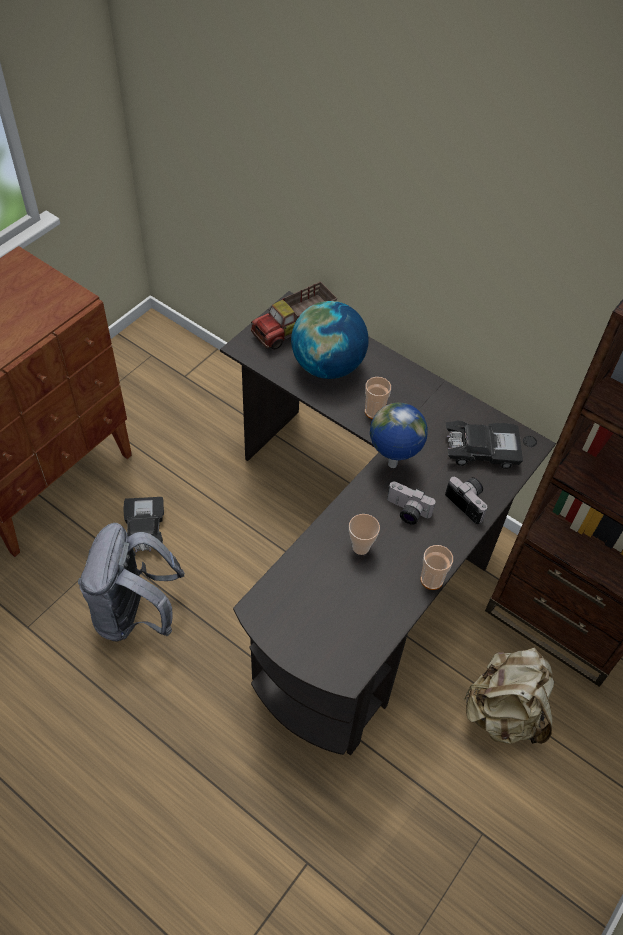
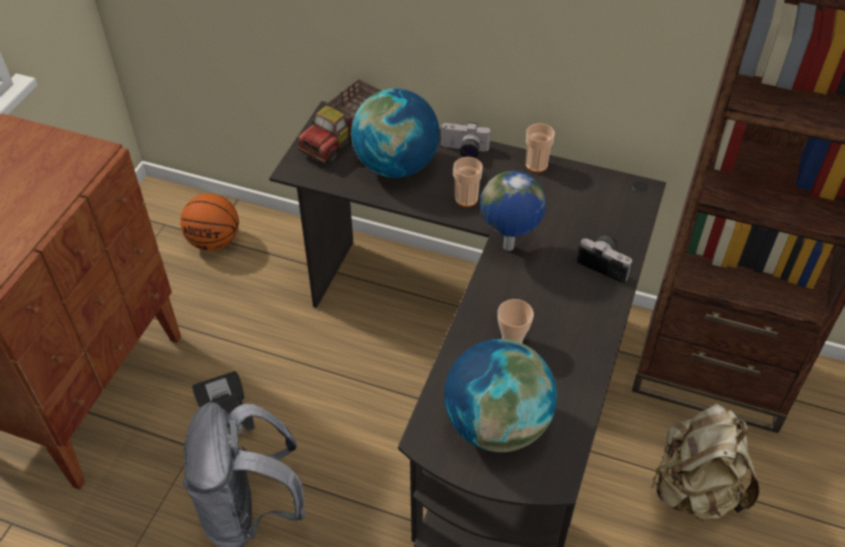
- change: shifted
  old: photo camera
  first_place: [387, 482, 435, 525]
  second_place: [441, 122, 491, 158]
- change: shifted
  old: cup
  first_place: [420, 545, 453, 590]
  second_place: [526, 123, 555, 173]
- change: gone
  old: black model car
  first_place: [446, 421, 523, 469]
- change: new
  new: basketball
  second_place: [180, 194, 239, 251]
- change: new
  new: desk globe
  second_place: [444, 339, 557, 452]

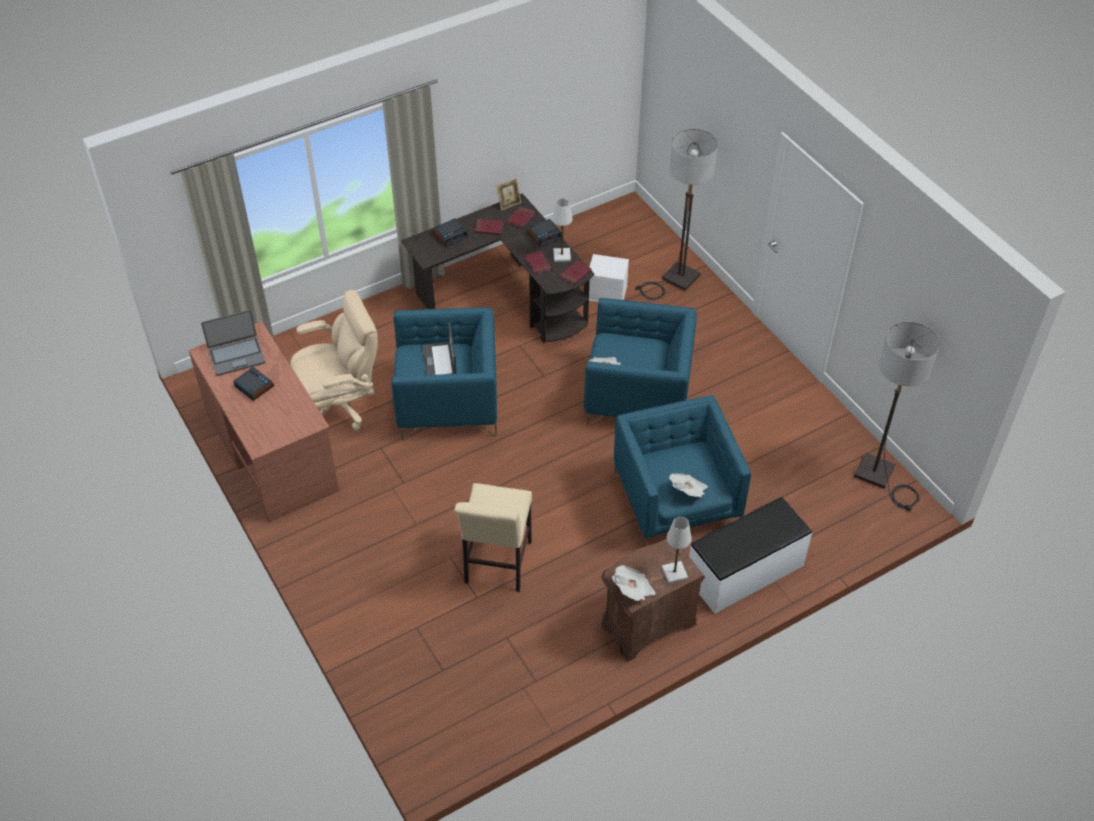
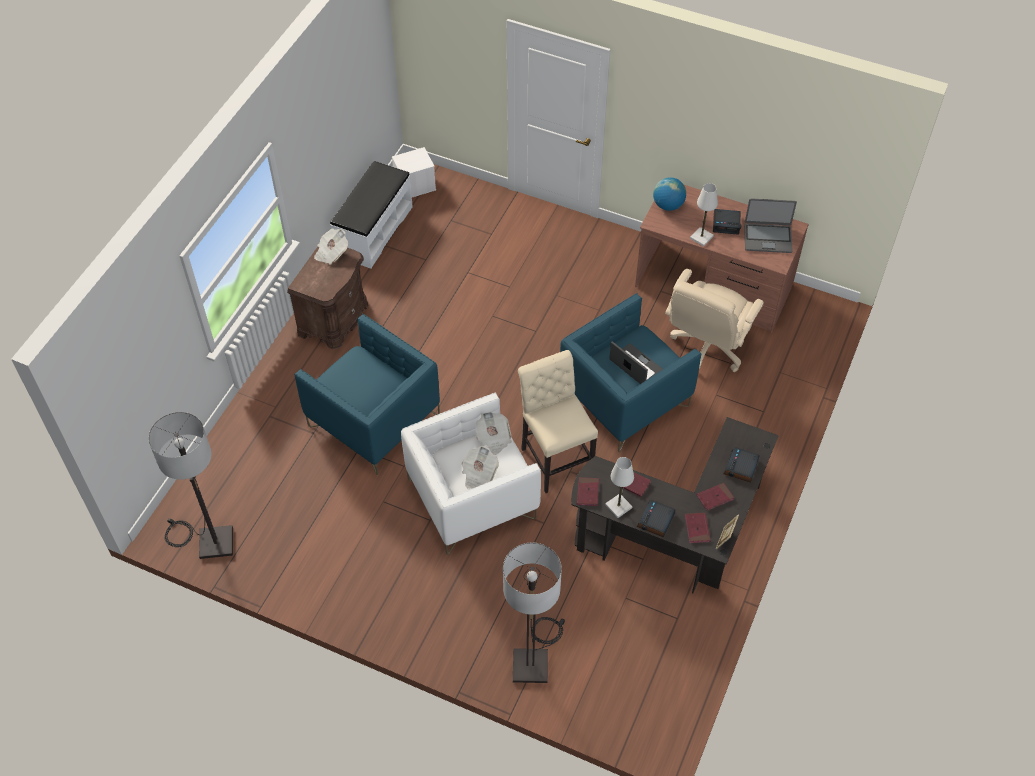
- change: rotated
  old: notebook computer
  first_place: [201, 310, 265, 376]
  second_place: [744, 198, 797, 253]
  degrees: -120
- change: shifted
  old: beige-coloured stool
  first_place: [455, 483, 532, 592]
  second_place: [518, 350, 598, 493]
- change: repainted
  old: bluish armchair
  new: white armchair
  first_place: [584, 298, 697, 426]
  second_place: [401, 393, 541, 555]
- change: shifted
  old: white storage box
  first_place: [589, 254, 629, 302]
  second_place: [392, 147, 436, 197]
- change: shifted
  old: white lamp for a table
  first_place: [662, 517, 692, 584]
  second_place: [690, 183, 718, 247]
- change: shifted
  old: daily paper
  first_place: [669, 473, 708, 497]
  second_place: [462, 446, 499, 489]
- change: shifted
  old: white indoor bench
  first_place: [689, 497, 812, 614]
  second_place: [330, 161, 413, 269]
- change: new
  new: desk globe
  second_place: [653, 177, 686, 211]

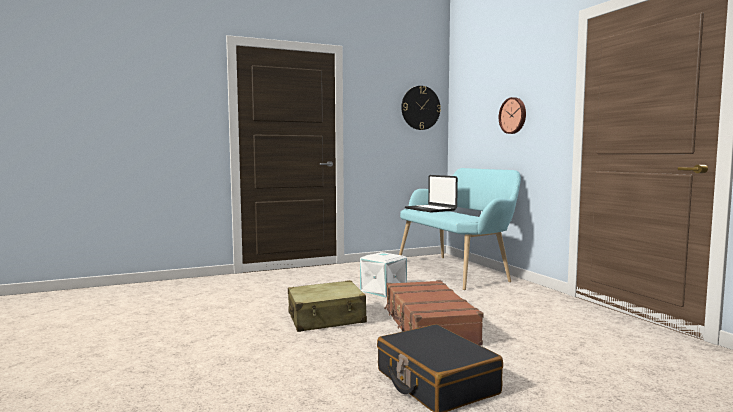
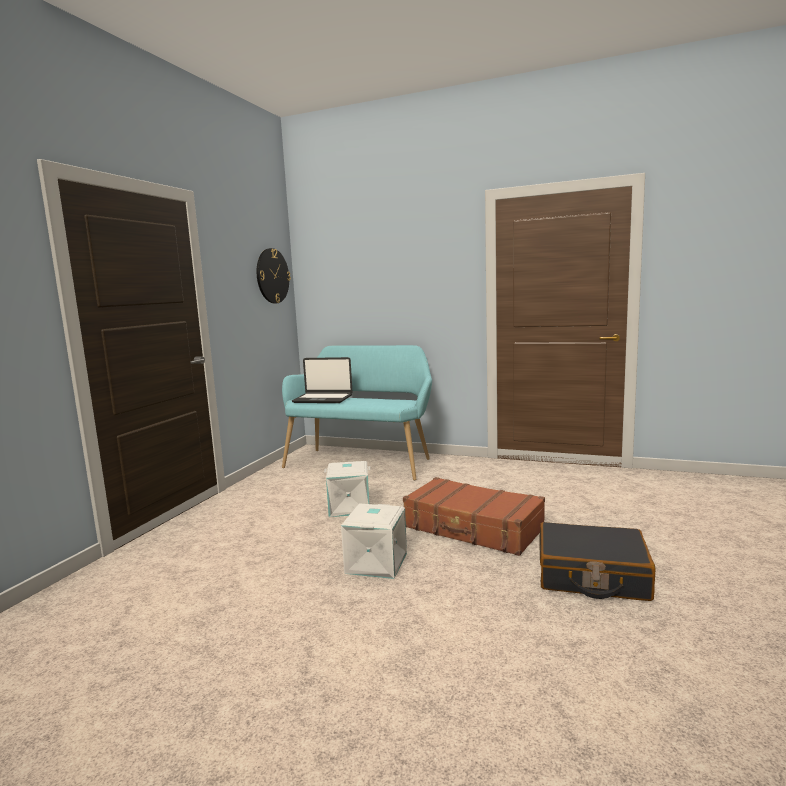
- change: swapped
  old: beige-coloured suitcase
  new: white storage box
  first_place: [288, 280, 367, 332]
  second_place: [341, 504, 407, 579]
- change: gone
  old: hanging clock
  first_place: [499, 97, 526, 134]

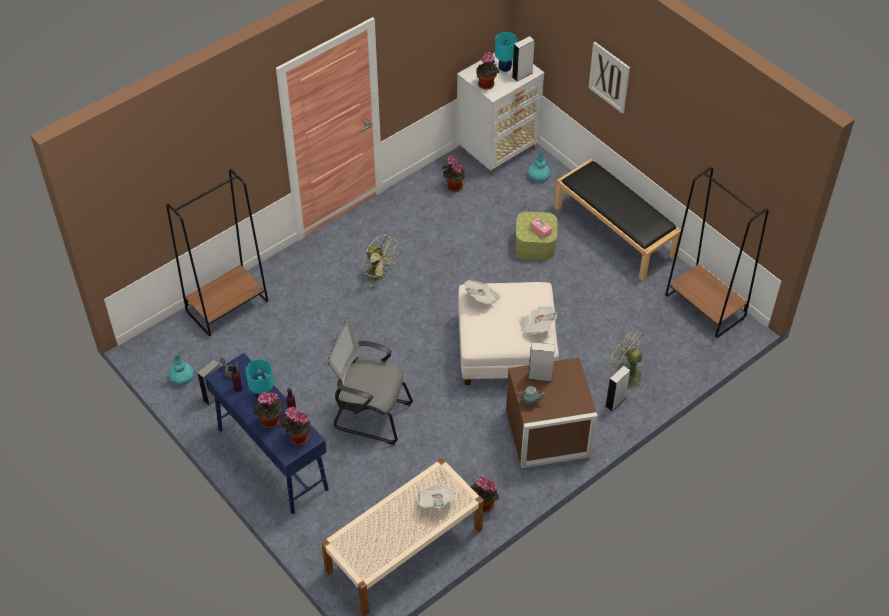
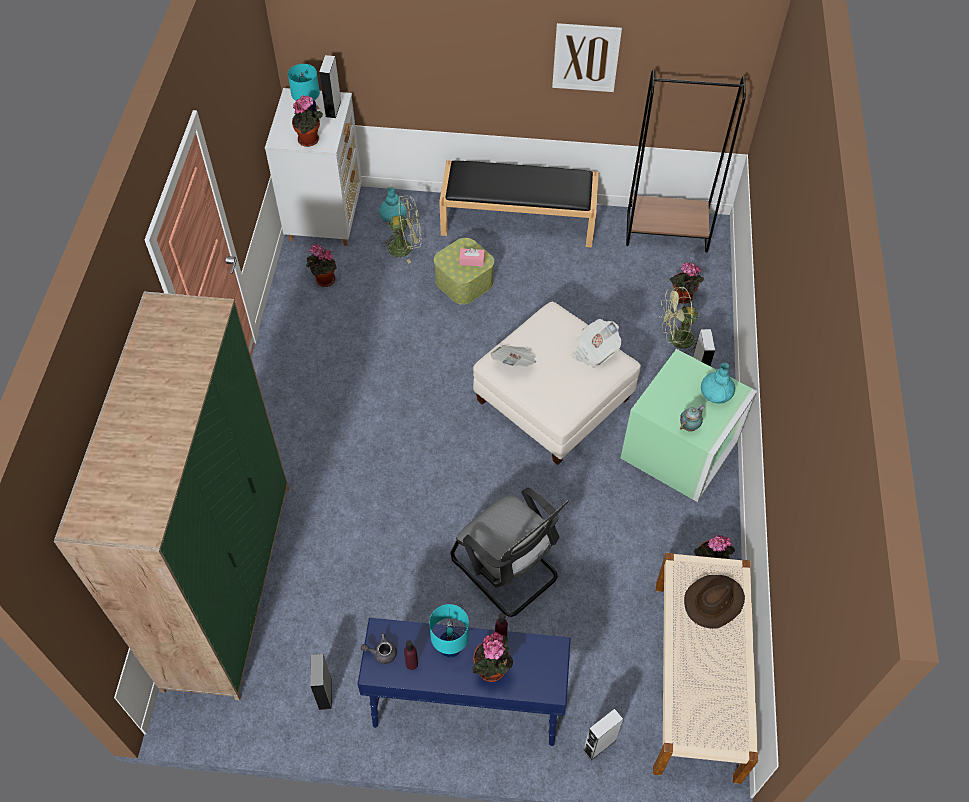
- change: swapped
  old: garment rack
  new: greenish wardrobe
  first_place: [166, 169, 268, 336]
  second_place: [54, 292, 289, 701]
- change: shifted
  old: turquoise flower vase
  first_place: [169, 355, 194, 385]
  second_place: [701, 363, 735, 404]
- change: shifted
  old: plant in a pot
  first_place: [281, 406, 310, 446]
  second_place: [669, 262, 704, 304]
- change: rotated
  old: plain chair
  first_place: [328, 317, 413, 445]
  second_place: [450, 487, 569, 617]
  degrees: -105
- change: shifted
  old: greenish fan
  first_place: [363, 234, 400, 287]
  second_place: [381, 195, 421, 263]
- change: swapped
  old: daily paper
  new: brownish hat
  first_place: [417, 483, 456, 508]
  second_place: [684, 575, 745, 629]
- change: repainted
  old: brownish storage box
  new: greenish storage box
  first_place: [506, 357, 598, 468]
  second_place: [621, 349, 757, 502]
- change: shifted
  old: gray loudspeaker
  first_place: [528, 342, 555, 382]
  second_place: [583, 708, 623, 760]
- change: shifted
  old: picture
  first_place: [589, 42, 630, 114]
  second_place: [552, 23, 622, 92]

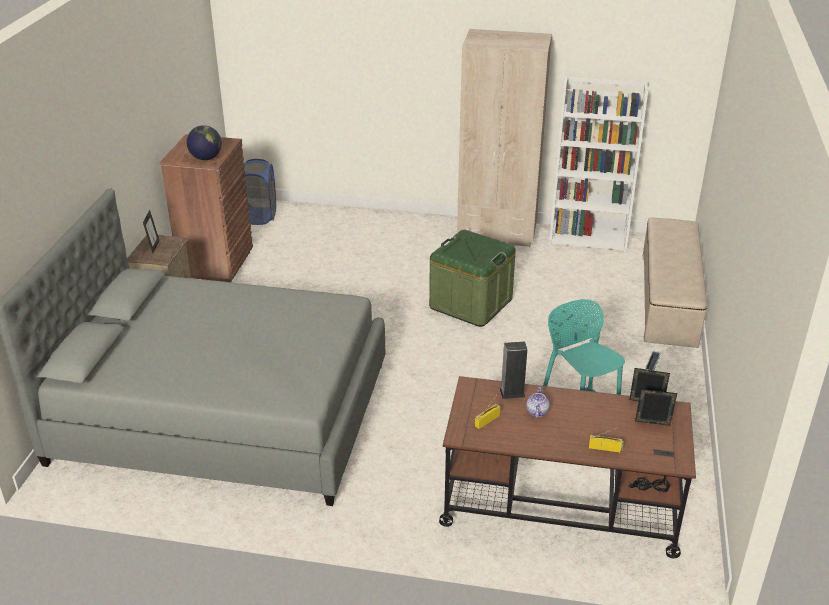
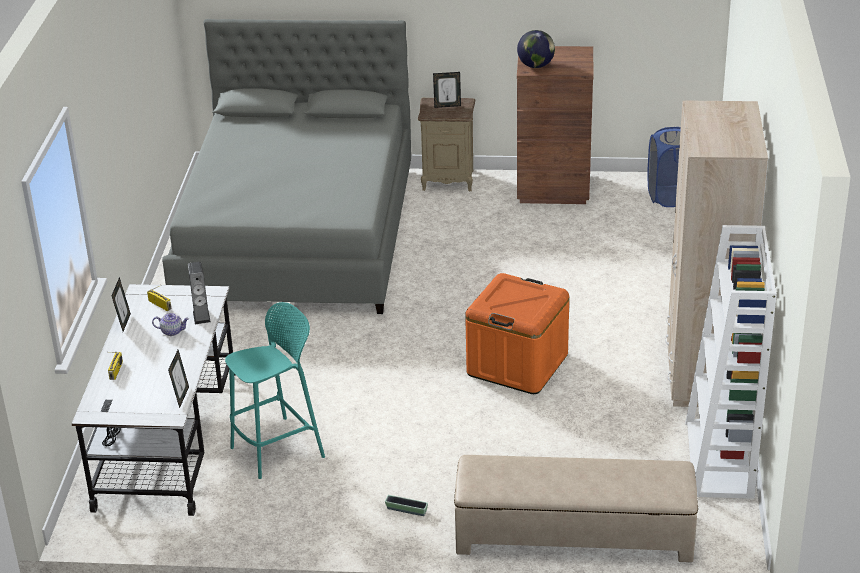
- change: repainted
  old: greenish storage box
  new: orange-coloured storage box
  first_place: [429, 230, 516, 327]
  second_place: [465, 273, 569, 394]
- change: repainted
  old: brownish desk table
  new: white desk table
  first_place: [439, 376, 696, 558]
  second_place: [72, 284, 236, 516]
- change: shifted
  old: photo frame
  first_place: [635, 389, 677, 426]
  second_place: [111, 277, 131, 332]

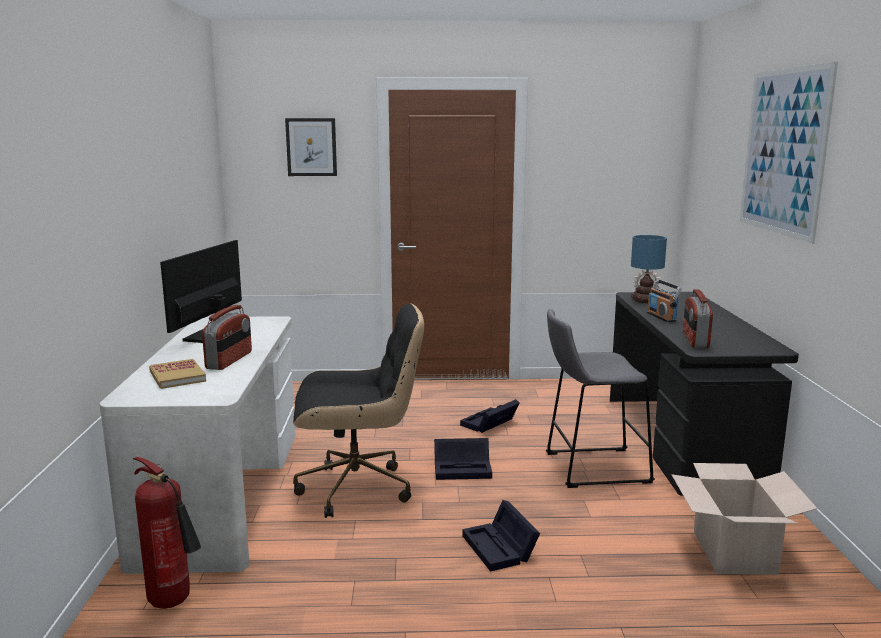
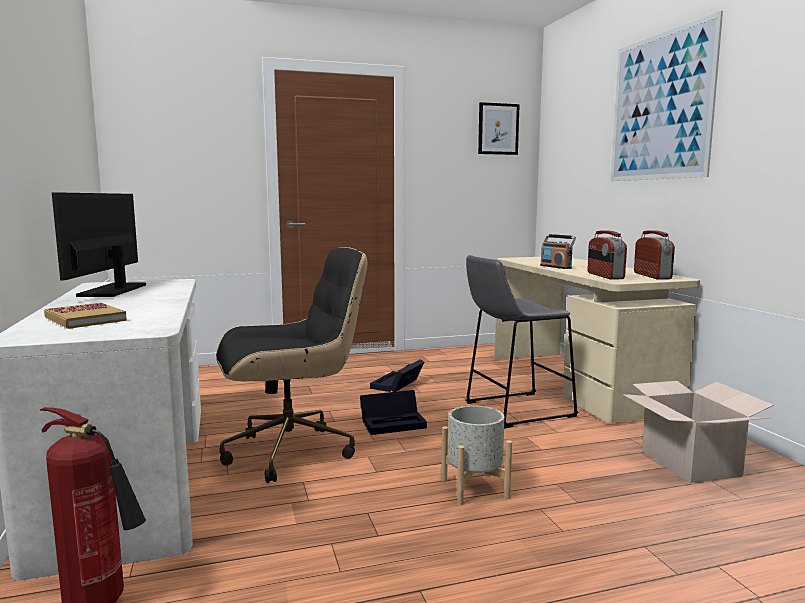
- change: shifted
  old: radio receiver
  first_place: [202, 305, 252, 370]
  second_place: [634, 230, 675, 279]
- change: shifted
  old: picture
  first_place: [285, 118, 337, 176]
  second_place: [478, 102, 520, 155]
- change: swapped
  old: black storage box
  new: gray planter
  first_place: [462, 500, 540, 572]
  second_place: [441, 406, 512, 505]
- change: repainted
  old: black desk table
  new: beige-coloured desk table
  first_place: [610, 292, 799, 496]
  second_place: [494, 257, 700, 423]
- change: gone
  old: lamp for a table
  first_place: [631, 235, 667, 303]

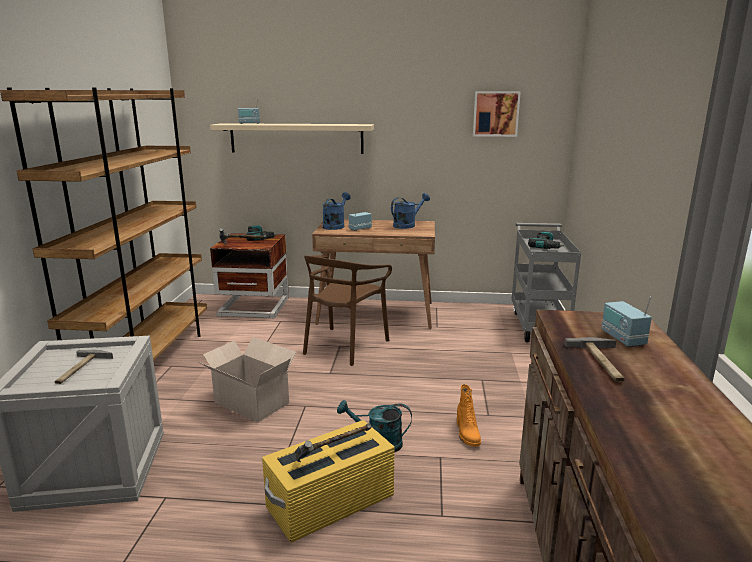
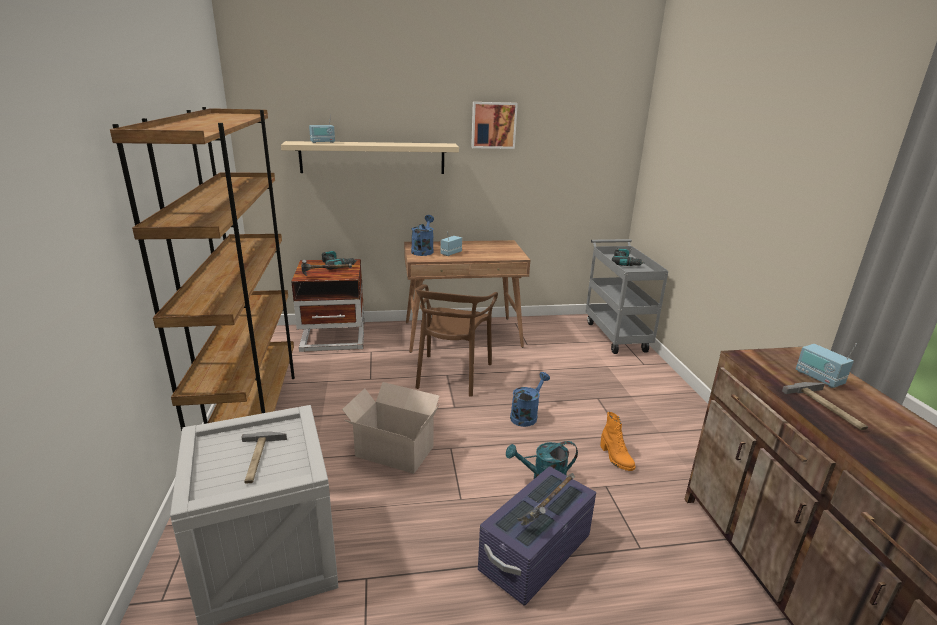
- change: repainted
  old: yellowish storage box
  new: purplish storage box
  first_place: [262, 420, 394, 543]
  second_place: [478, 466, 596, 606]
- change: shifted
  old: bluish watering pot
  first_place: [391, 193, 430, 229]
  second_place: [510, 372, 550, 427]
- change: shifted
  old: picture
  first_place: [473, 91, 521, 137]
  second_place: [471, 102, 518, 149]

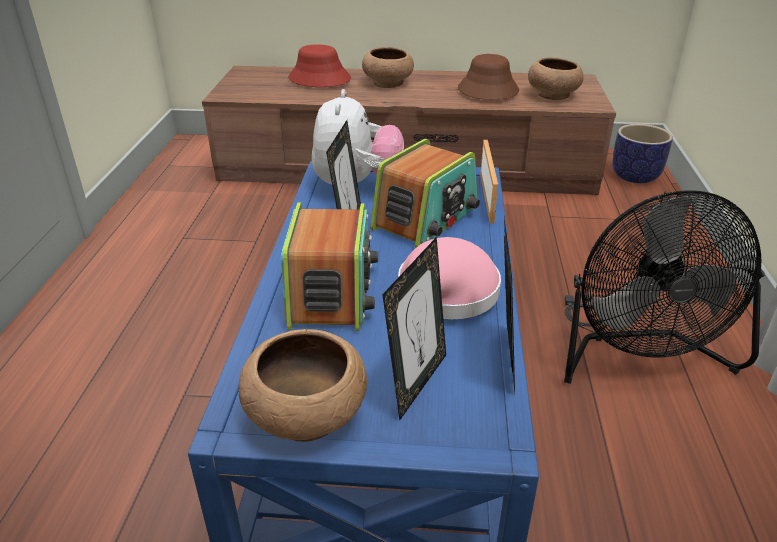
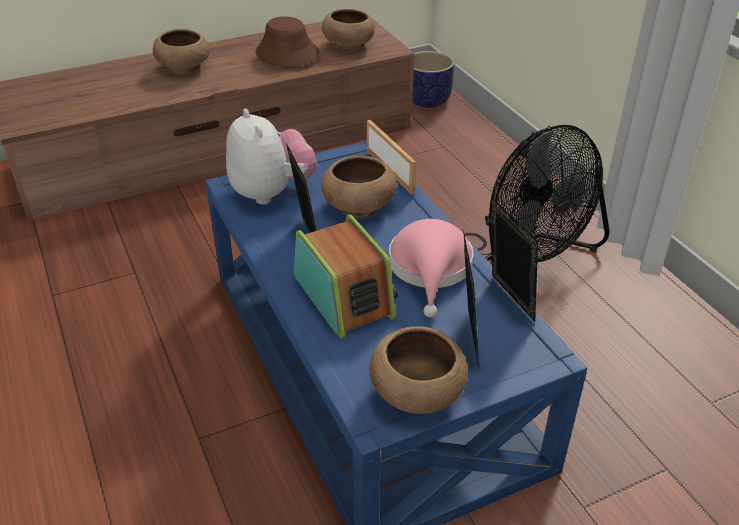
- change: gone
  old: red hat
  first_place: [288, 44, 351, 87]
- change: swapped
  old: radio receiver
  new: brownish bowl
  first_place: [370, 139, 480, 247]
  second_place: [321, 156, 397, 218]

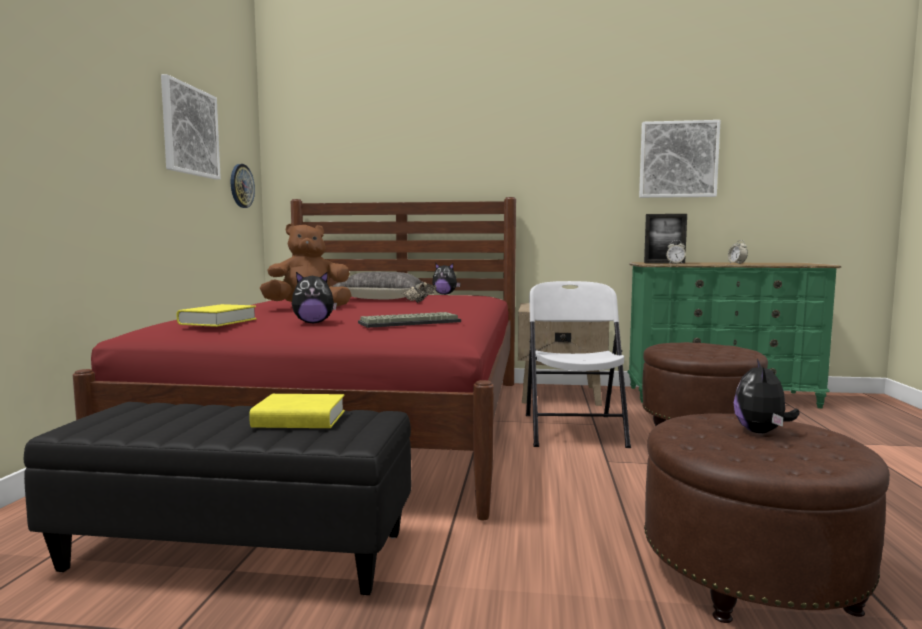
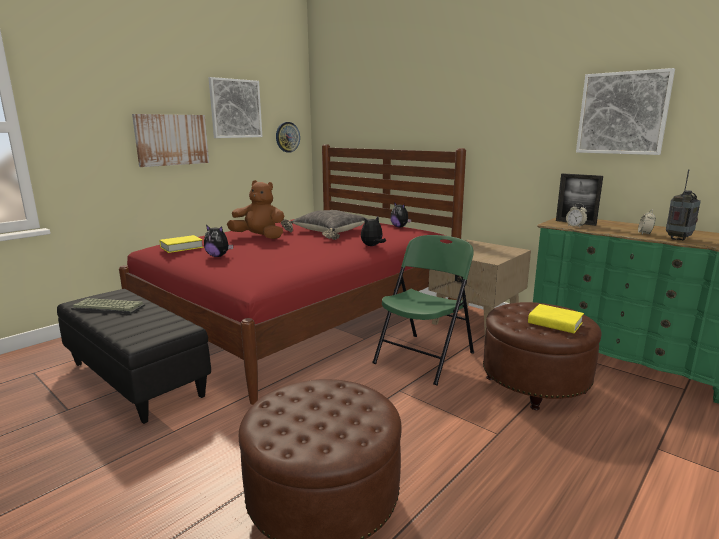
- change: shifted
  old: yellowish volume
  first_place: [249, 394, 345, 428]
  second_place: [528, 304, 584, 333]
- change: shifted
  old: PC keyboard
  first_place: [358, 312, 461, 328]
  second_place: [71, 298, 145, 314]
- change: repainted
  old: white plain chair
  new: greenish plain chair
  first_place: [526, 281, 631, 448]
  second_place: [372, 235, 474, 386]
- change: shifted
  old: plush toy
  first_place: [734, 359, 799, 433]
  second_place: [361, 217, 386, 246]
- change: new
  new: picture
  second_place: [132, 114, 209, 167]
- change: new
  new: radio receiver
  second_place: [666, 169, 701, 240]

